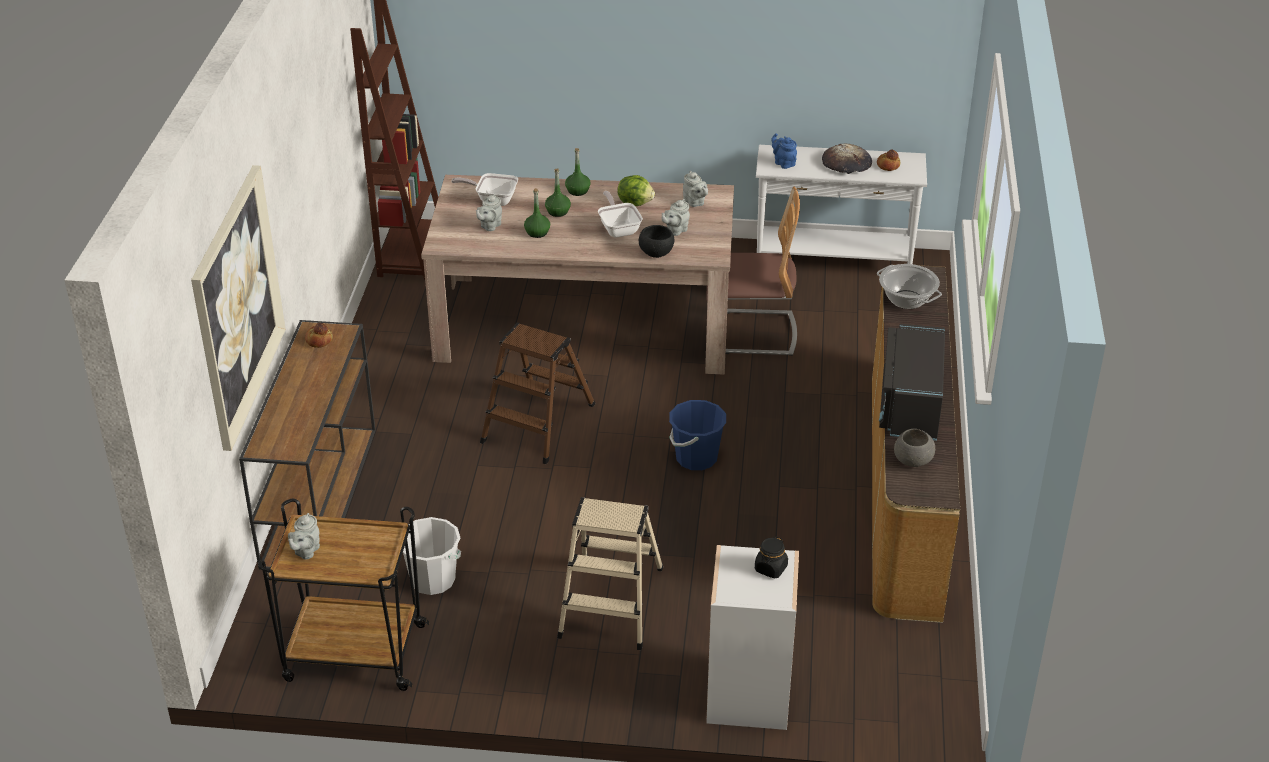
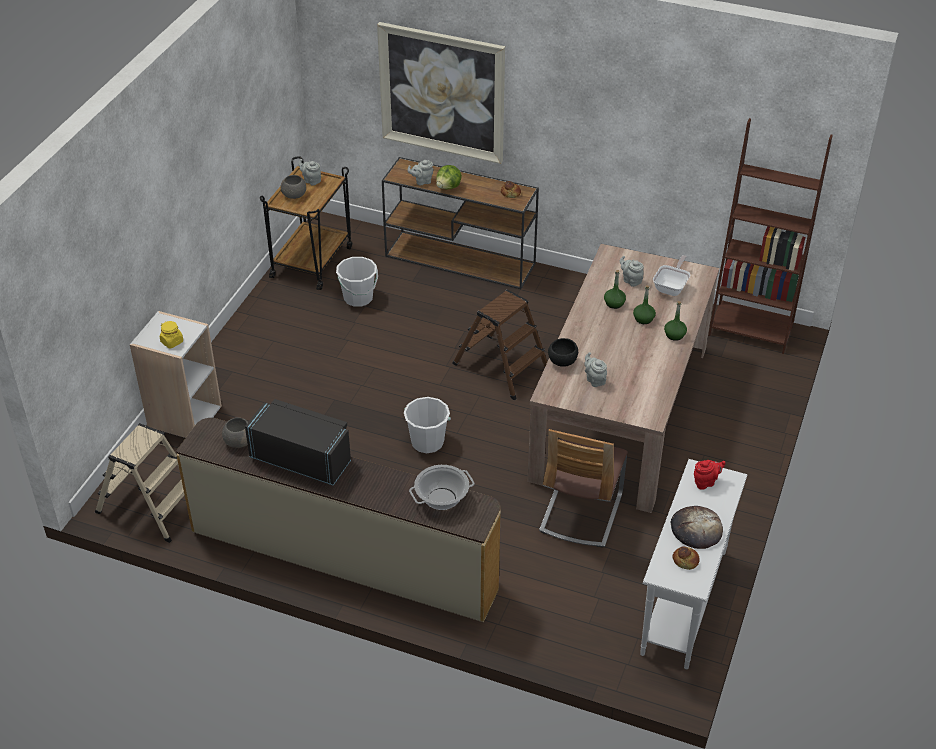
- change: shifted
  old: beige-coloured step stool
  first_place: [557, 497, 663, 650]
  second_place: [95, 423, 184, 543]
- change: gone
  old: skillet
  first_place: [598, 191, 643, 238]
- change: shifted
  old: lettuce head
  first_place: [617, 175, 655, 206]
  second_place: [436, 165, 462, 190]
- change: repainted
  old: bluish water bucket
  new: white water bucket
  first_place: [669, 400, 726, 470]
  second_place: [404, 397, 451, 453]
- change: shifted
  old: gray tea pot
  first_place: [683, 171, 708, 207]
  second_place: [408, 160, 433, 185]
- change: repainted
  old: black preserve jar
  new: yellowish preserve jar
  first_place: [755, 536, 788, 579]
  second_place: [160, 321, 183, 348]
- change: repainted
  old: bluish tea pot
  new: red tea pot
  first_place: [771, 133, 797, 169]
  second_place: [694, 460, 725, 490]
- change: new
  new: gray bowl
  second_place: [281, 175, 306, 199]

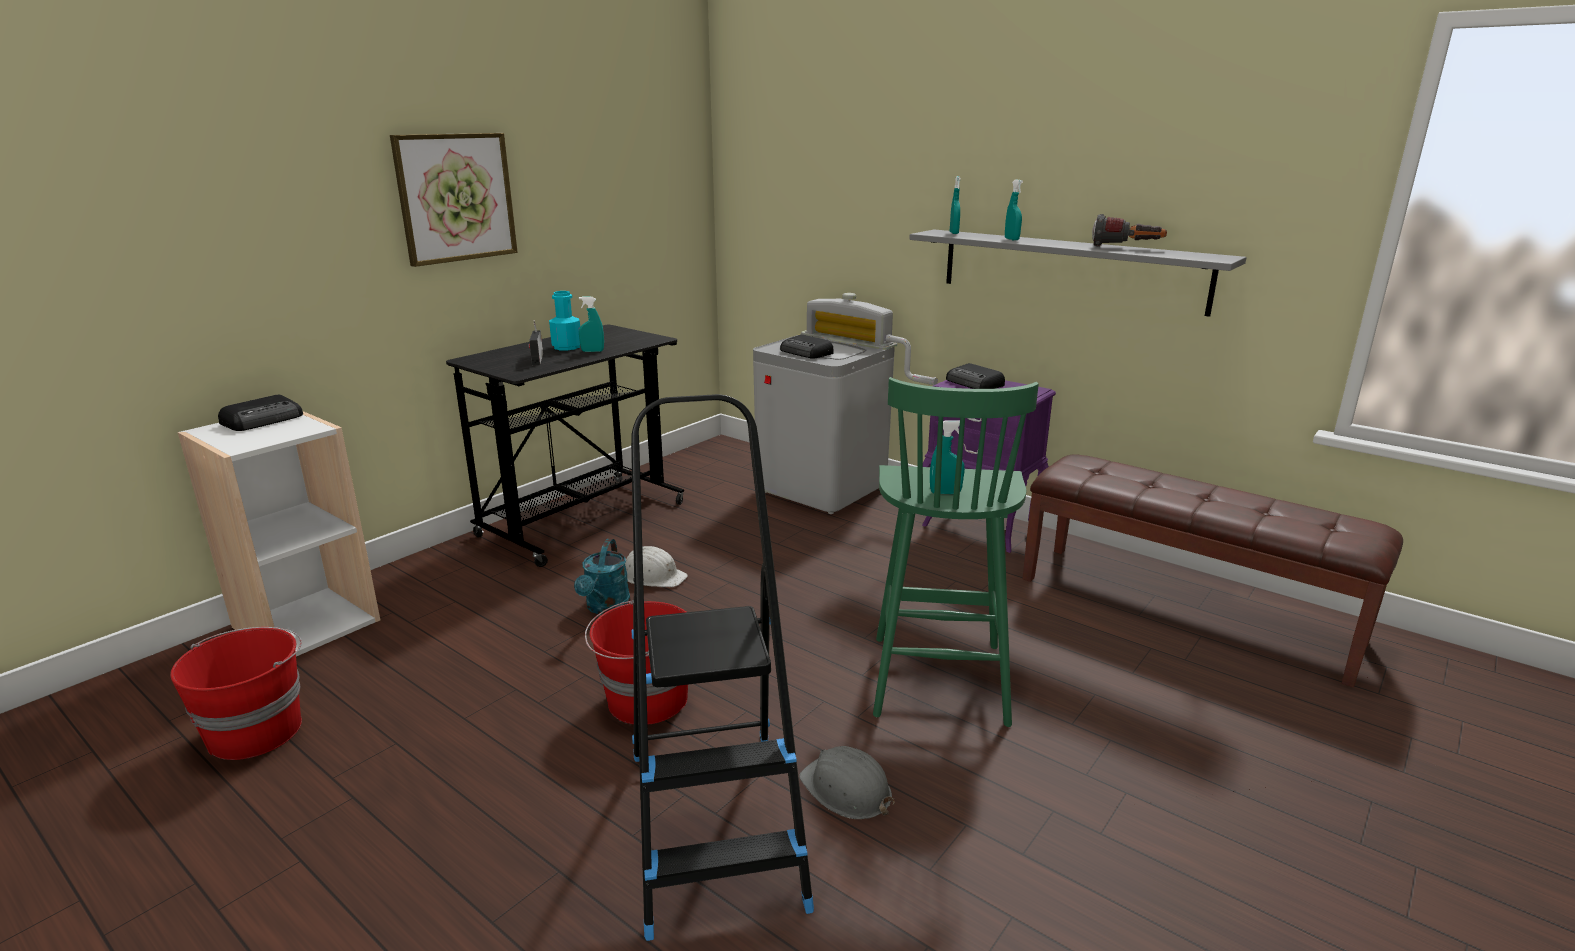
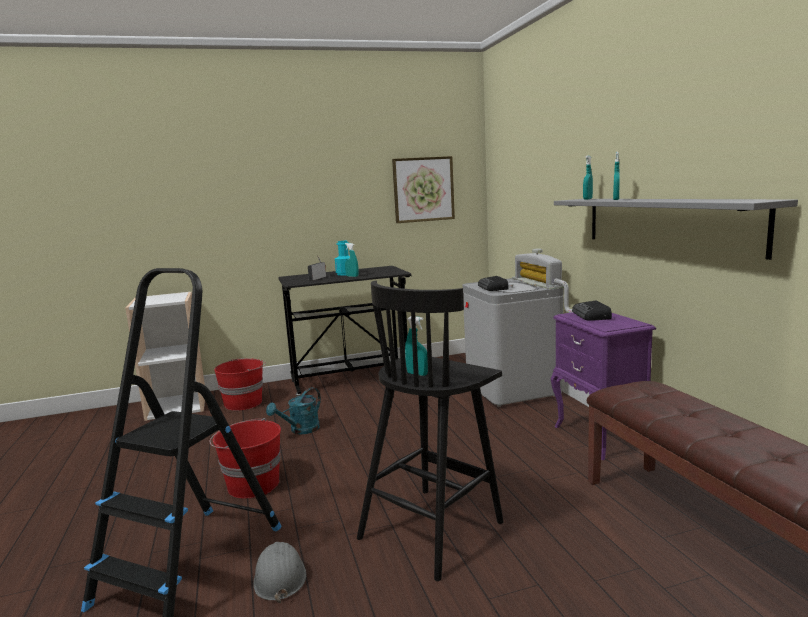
- change: shifted
  old: red water bucket
  first_place: [170, 627, 302, 760]
  second_place: [214, 358, 266, 411]
- change: gone
  old: radio receiver
  first_place: [218, 395, 303, 431]
- change: shifted
  old: picture
  first_place: [390, 133, 517, 267]
  second_place: [392, 156, 455, 223]
- change: gone
  old: white work helmet
  first_place: [625, 546, 688, 587]
- change: repainted
  old: greenish stool
  new: black stool
  first_place: [873, 377, 1039, 727]
  second_place: [357, 280, 504, 581]
- change: gone
  old: hand torch
  first_place: [1092, 214, 1167, 247]

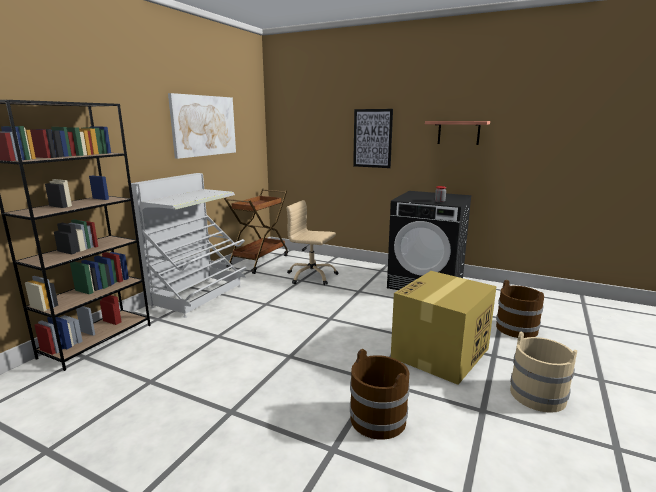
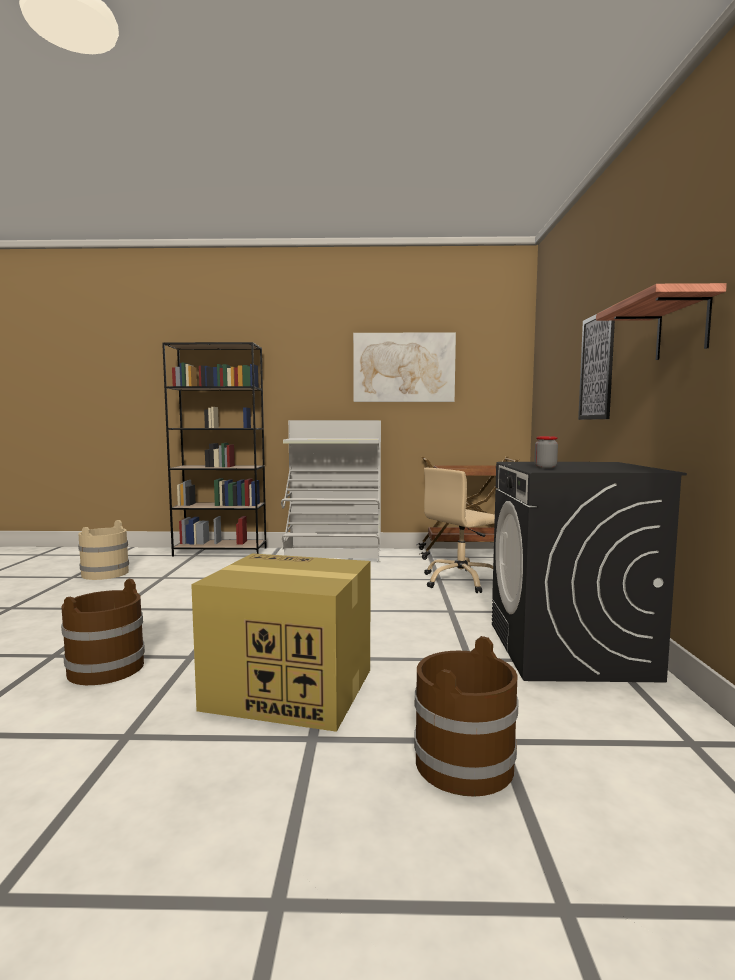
- change: rotated
  old: beige-coloured office chair
  first_place: [286, 200, 338, 285]
  second_place: [424, 468, 495, 593]
  degrees: -120
- change: shifted
  old: beige-coloured water bucket
  first_place: [510, 332, 577, 413]
  second_place: [78, 520, 129, 580]

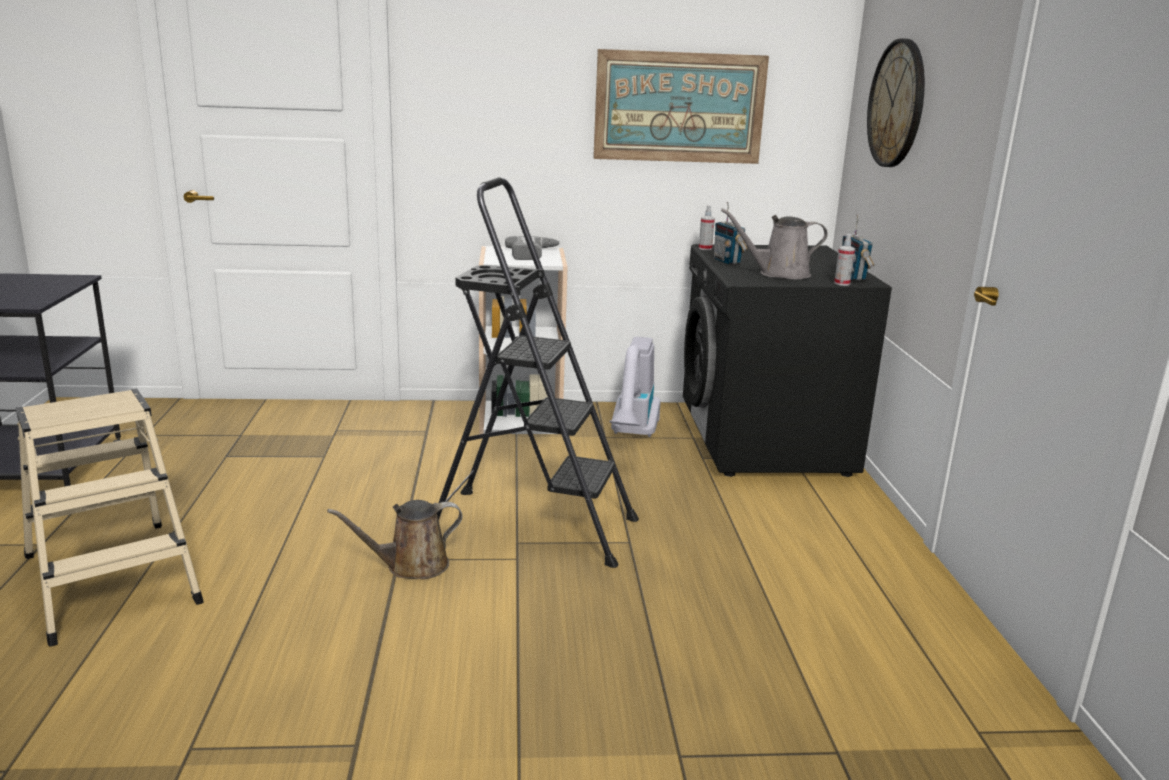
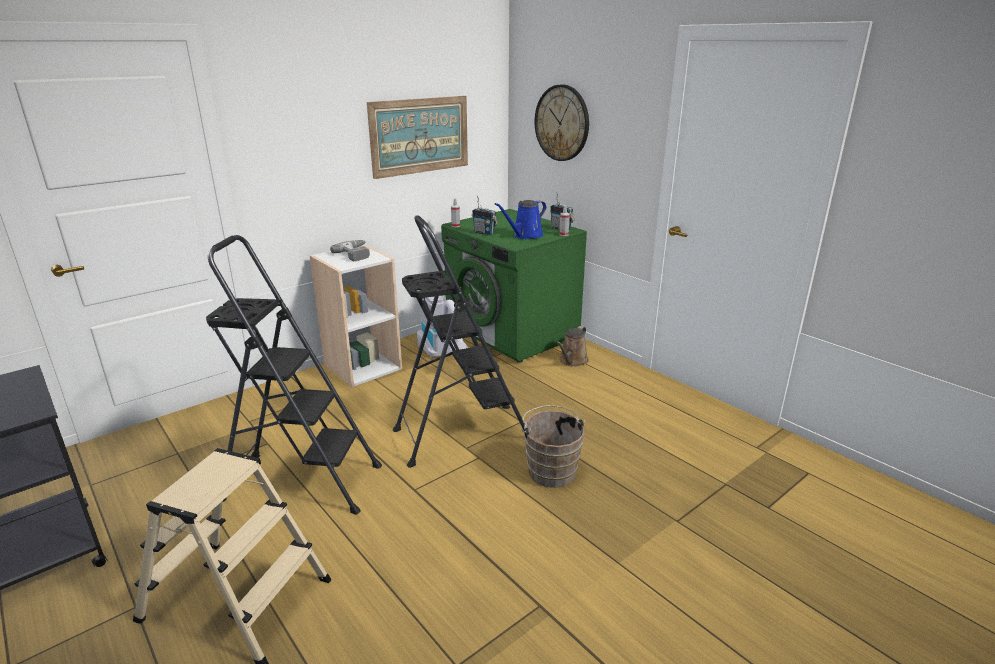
- change: shifted
  old: brownish watering pot
  first_place: [327, 500, 463, 579]
  second_place: [556, 326, 589, 367]
- change: repainted
  old: black laundry appliance
  new: greenish laundry appliance
  first_place: [683, 244, 892, 477]
  second_place: [441, 209, 587, 363]
- change: repainted
  old: gray watering pot
  new: bluish watering pot
  first_place: [721, 209, 828, 279]
  second_place: [495, 200, 546, 239]
- change: new
  new: step stool
  second_place: [206, 235, 382, 514]
- change: new
  new: brownish water bucket
  second_place: [522, 405, 585, 488]

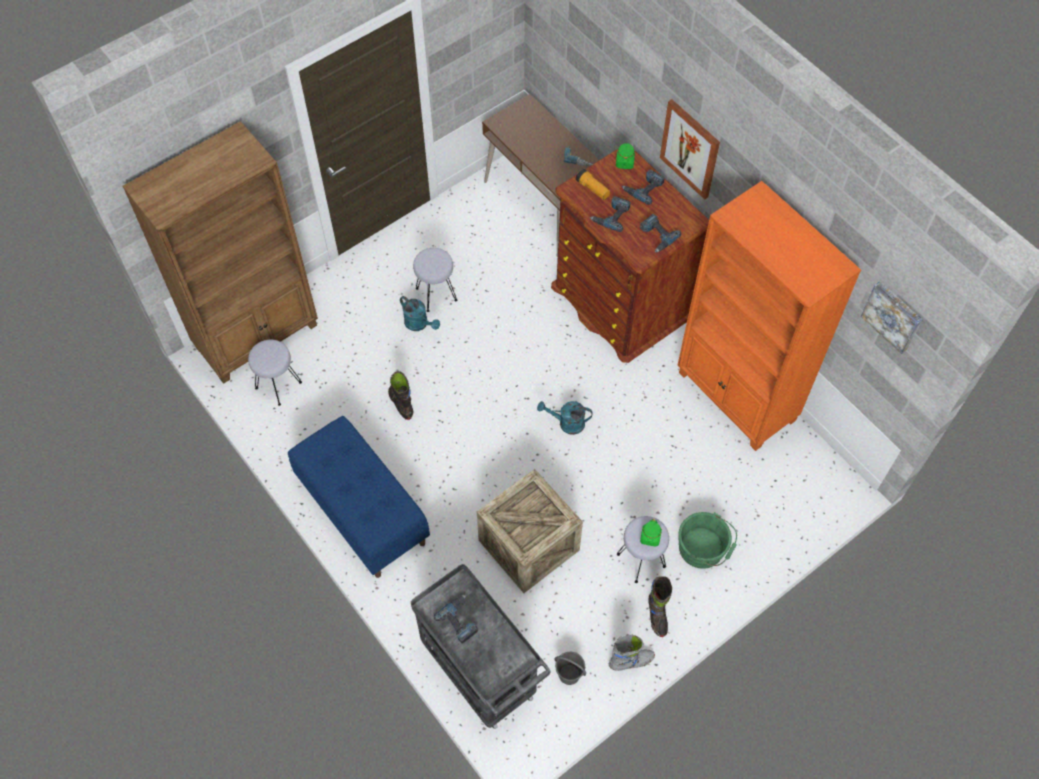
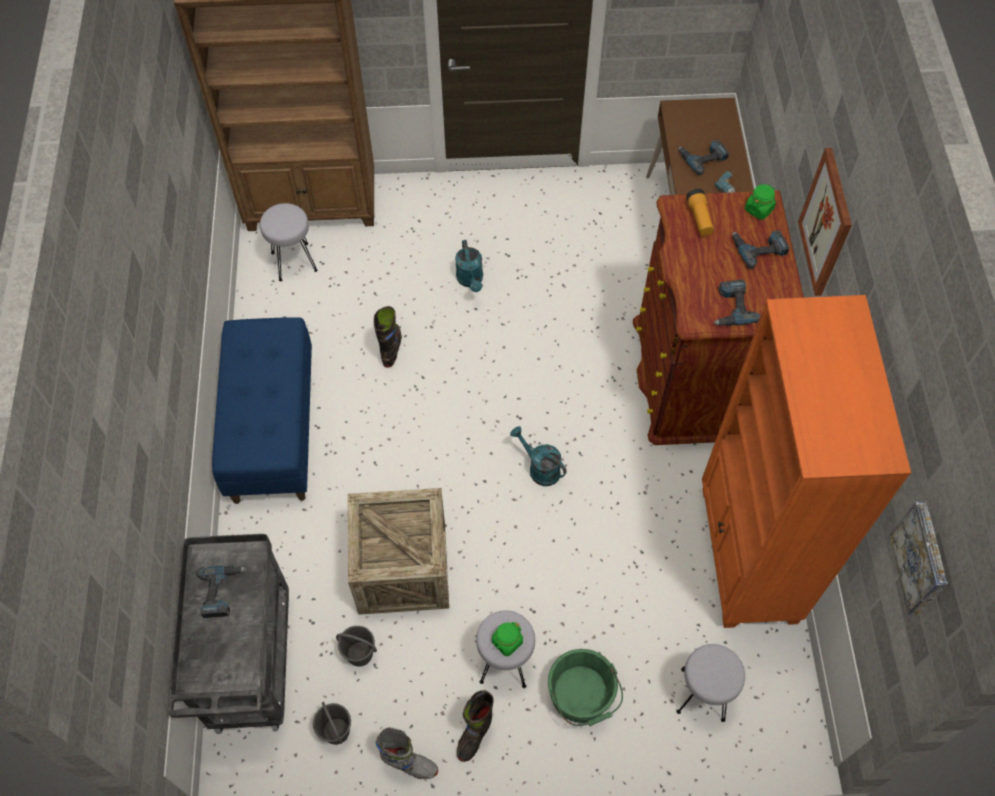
- change: shifted
  old: gray stool
  first_place: [413, 248, 457, 312]
  second_place: [676, 644, 745, 722]
- change: shifted
  old: electric drill
  first_place: [590, 196, 631, 232]
  second_place: [678, 139, 729, 175]
- change: new
  new: gray water bucket
  second_place: [336, 626, 377, 667]

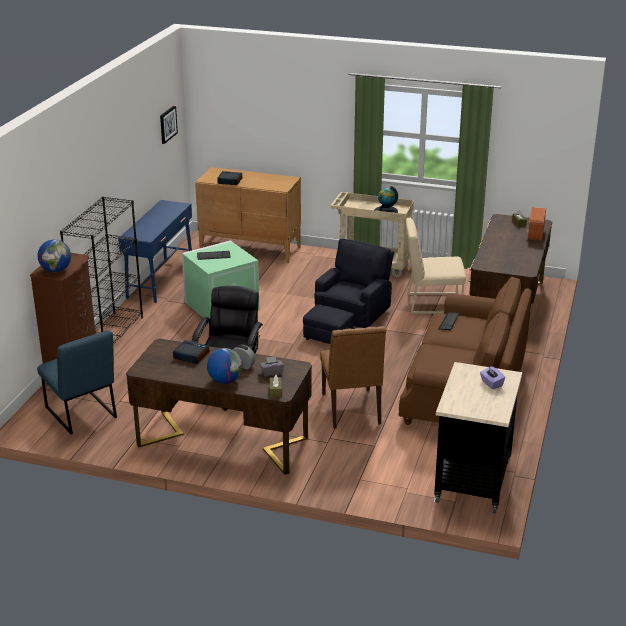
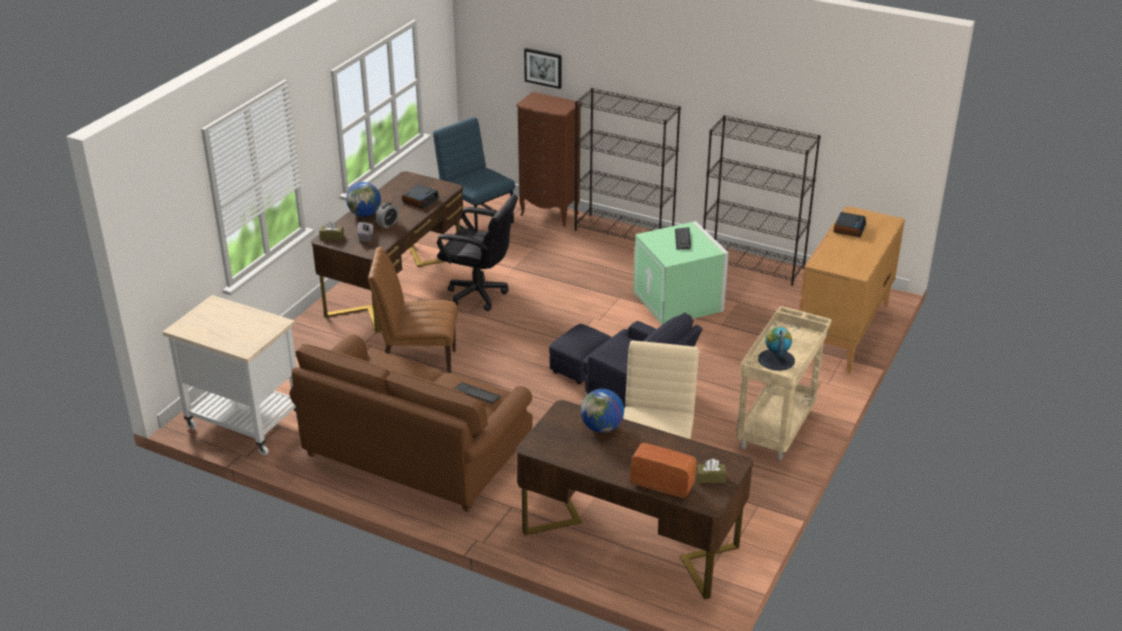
- change: rotated
  old: bluish plain chair
  first_place: [37, 330, 117, 434]
  second_place: [433, 117, 515, 232]
  degrees: 75
- change: shifted
  old: desk globe
  first_place: [38, 239, 71, 272]
  second_place: [580, 389, 624, 433]
- change: swapped
  old: bluish narrow table
  new: black bookcase
  first_place: [119, 200, 192, 303]
  second_place: [703, 115, 821, 286]
- change: shifted
  old: picture
  first_place: [160, 106, 178, 144]
  second_place: [524, 48, 562, 89]
- change: repainted
  old: black wheeled cart
  new: white wheeled cart
  first_place: [434, 362, 522, 514]
  second_place: [163, 295, 297, 455]
- change: gone
  old: purplish tissue box
  first_place: [480, 366, 505, 389]

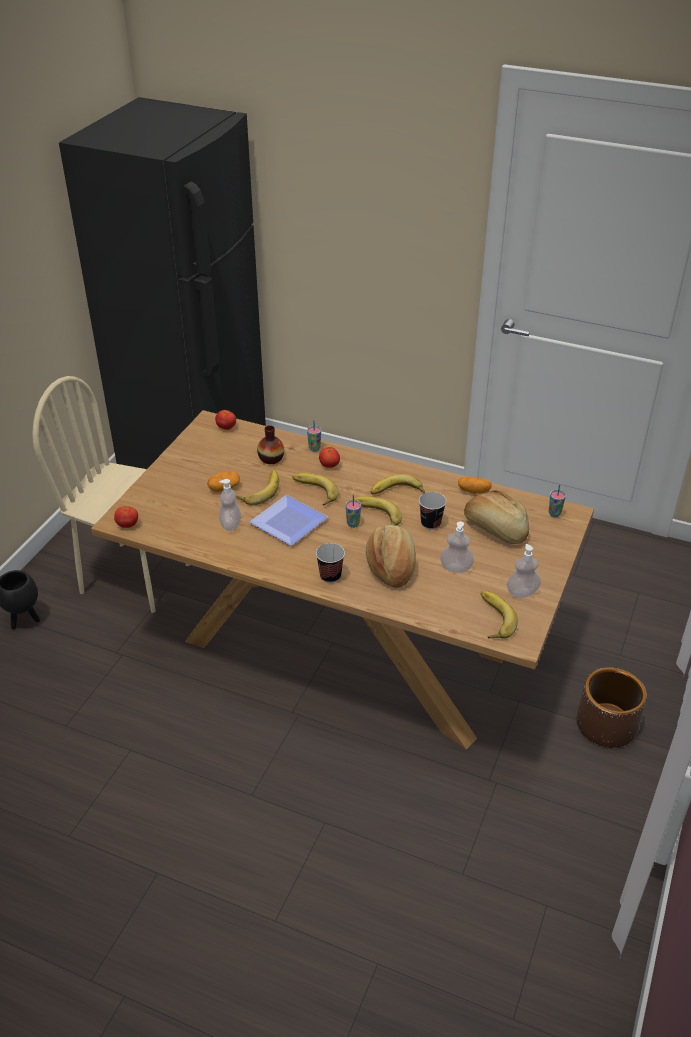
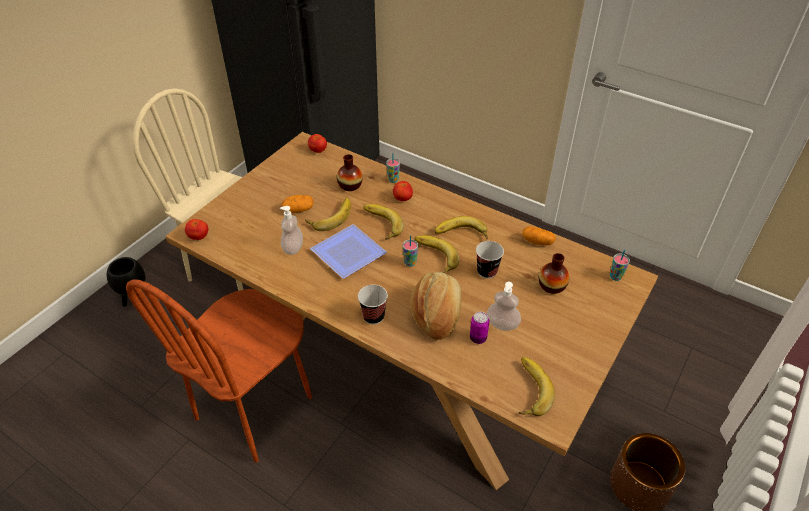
- change: swapped
  old: bakery bread
  new: flower vase
  first_place: [464, 490, 529, 544]
  second_place: [539, 253, 570, 294]
- change: gone
  old: soap dispenser
  first_place: [507, 544, 541, 598]
- change: new
  new: brownish plain chair
  second_place: [126, 279, 312, 463]
- change: new
  new: can
  second_place: [470, 312, 490, 344]

